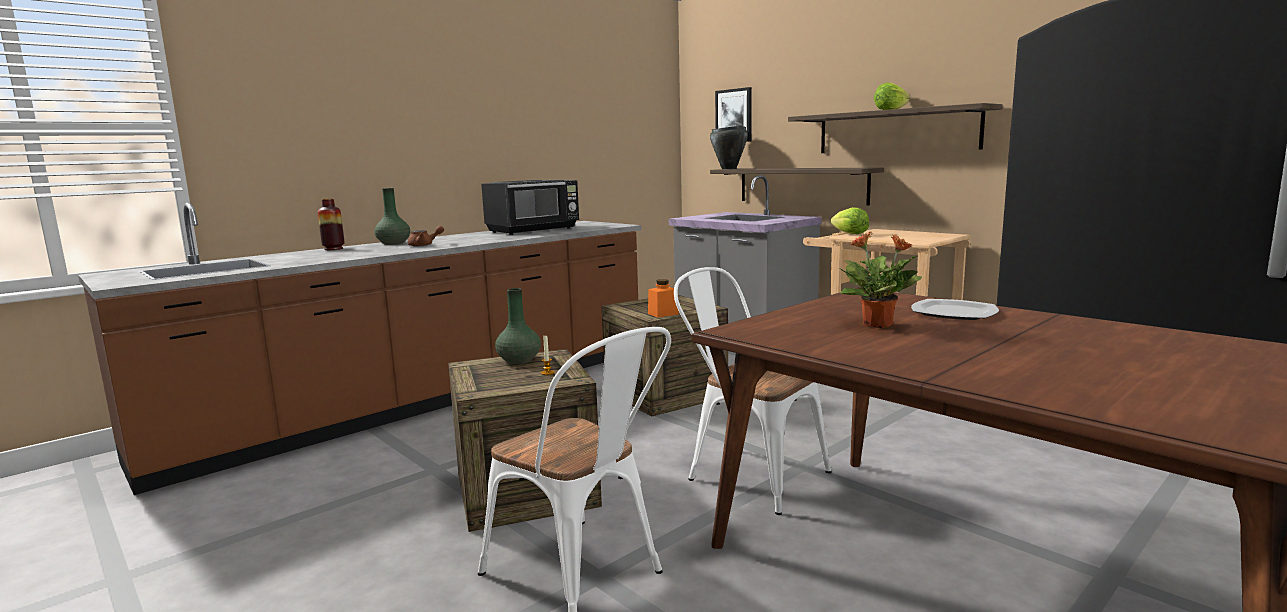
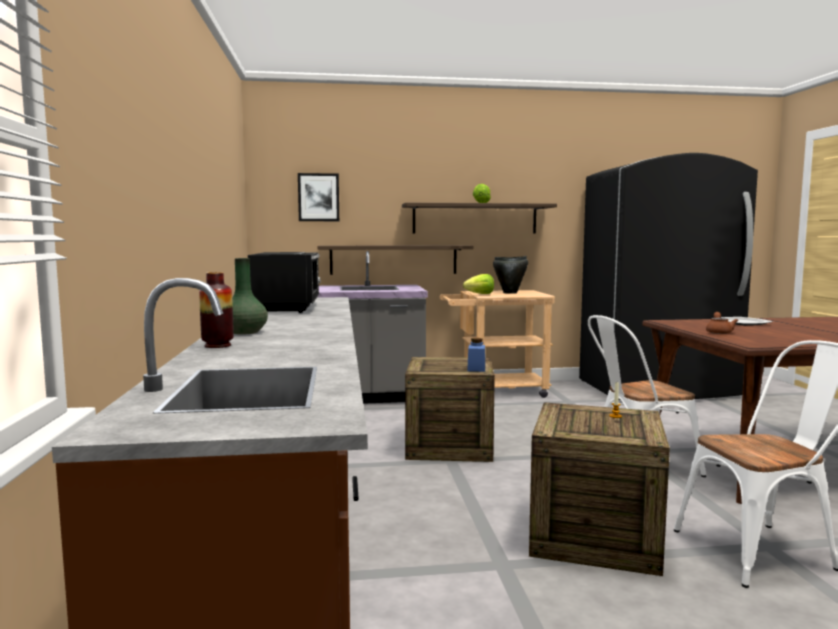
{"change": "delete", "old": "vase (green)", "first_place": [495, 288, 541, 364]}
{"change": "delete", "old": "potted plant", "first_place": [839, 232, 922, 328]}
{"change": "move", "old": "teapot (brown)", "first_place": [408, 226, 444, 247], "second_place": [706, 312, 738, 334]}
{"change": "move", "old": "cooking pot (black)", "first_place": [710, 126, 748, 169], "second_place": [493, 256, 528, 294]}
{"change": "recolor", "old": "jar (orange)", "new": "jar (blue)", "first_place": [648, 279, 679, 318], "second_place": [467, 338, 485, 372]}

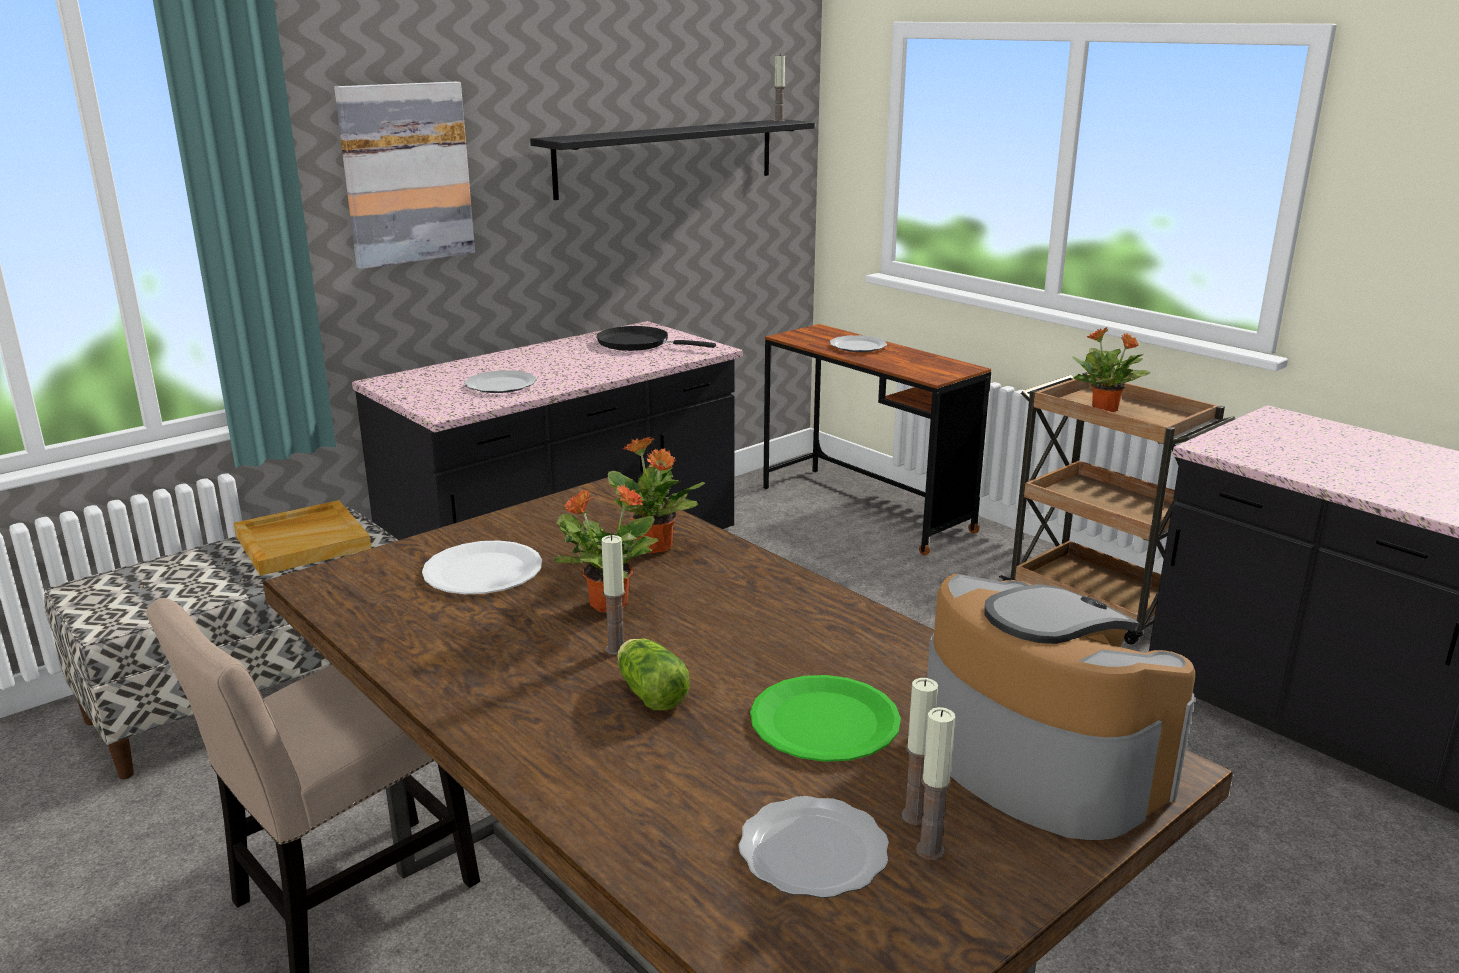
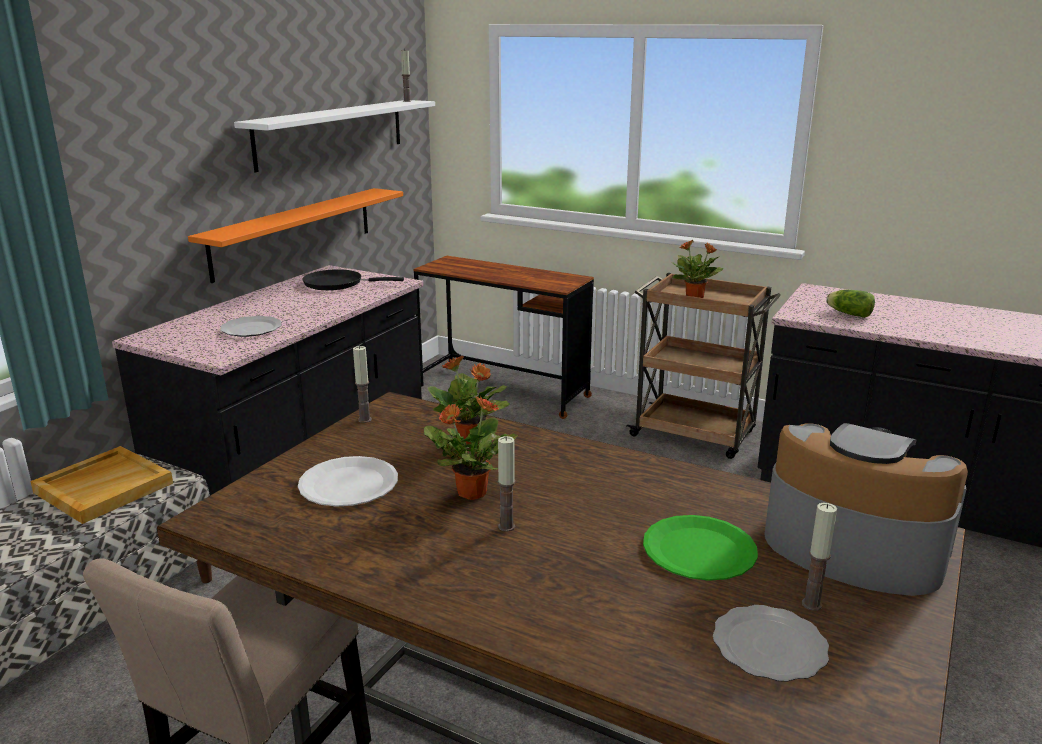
{"change": "delete", "old": "picture", "first_place": [334, 82, 475, 269]}
{"change": "delete", "old": "plate", "first_place": [830, 335, 887, 352]}
{"change": "insert", "new": "shelf (orange)", "second_place": [188, 188, 403, 283]}
{"change": "move", "old": "lettuce", "first_place": [617, 638, 690, 710], "second_place": [826, 290, 875, 318]}
{"change": "move", "old": "candle", "first_place": [916, 707, 955, 860], "second_place": [353, 346, 372, 423]}
{"change": "recolor", "old": "shelf (black)", "new": "shelf (white)", "first_place": [530, 119, 815, 200], "second_place": [234, 100, 435, 172]}

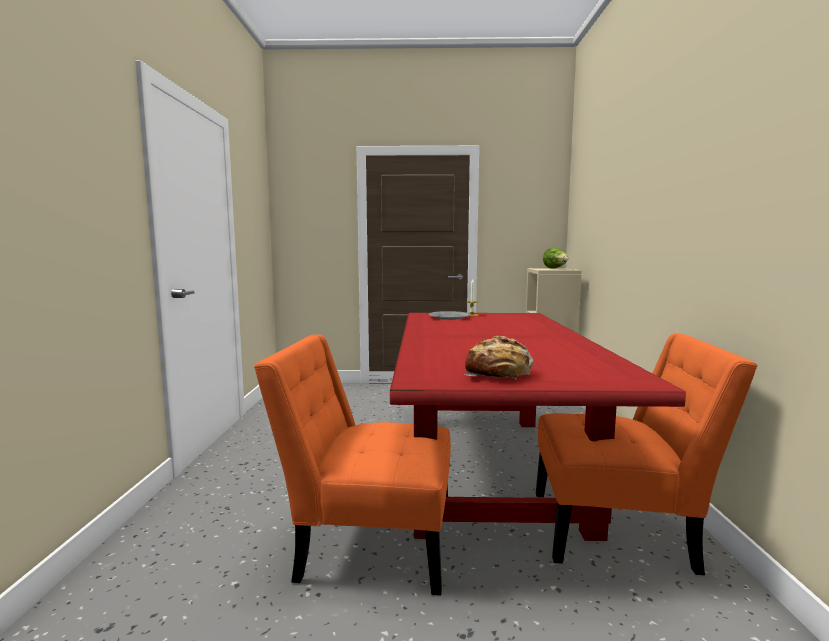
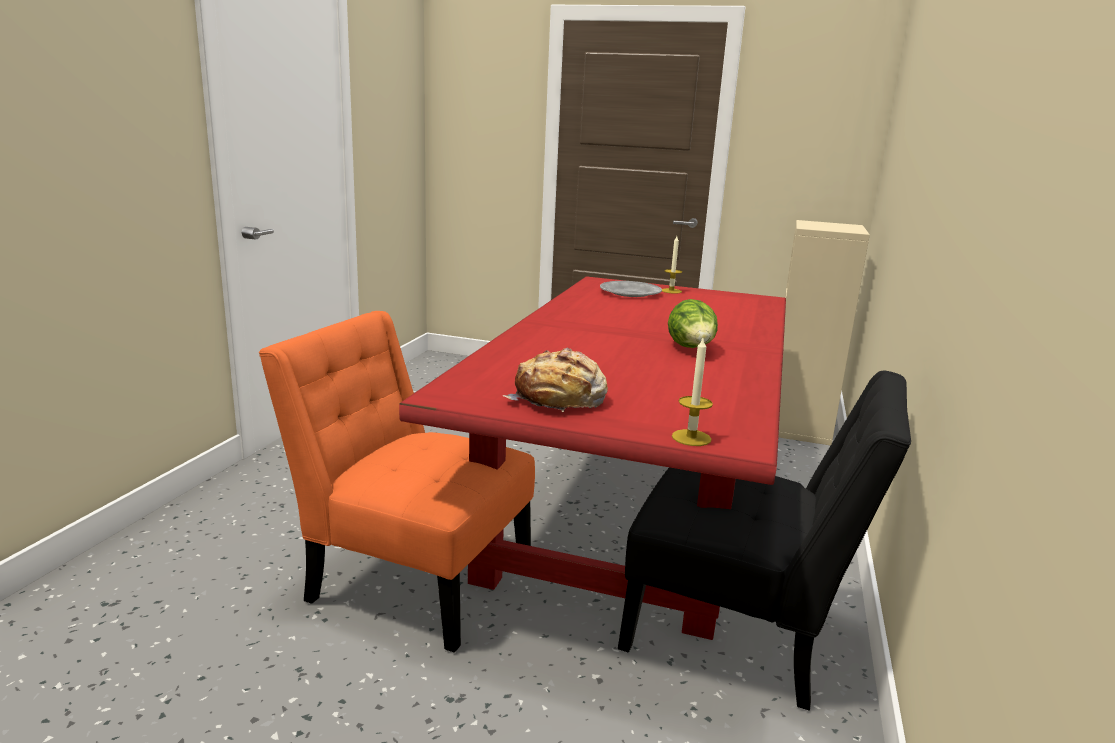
{"change": "insert", "new": "candle", "second_place": [672, 338, 713, 446]}
{"change": "move", "old": "lettuce", "first_place": [543, 248, 568, 269], "second_place": [668, 299, 718, 348]}
{"change": "recolor", "old": "chair (orange)", "new": "chair (black)", "first_place": [536, 333, 758, 575], "second_place": [618, 371, 911, 711]}

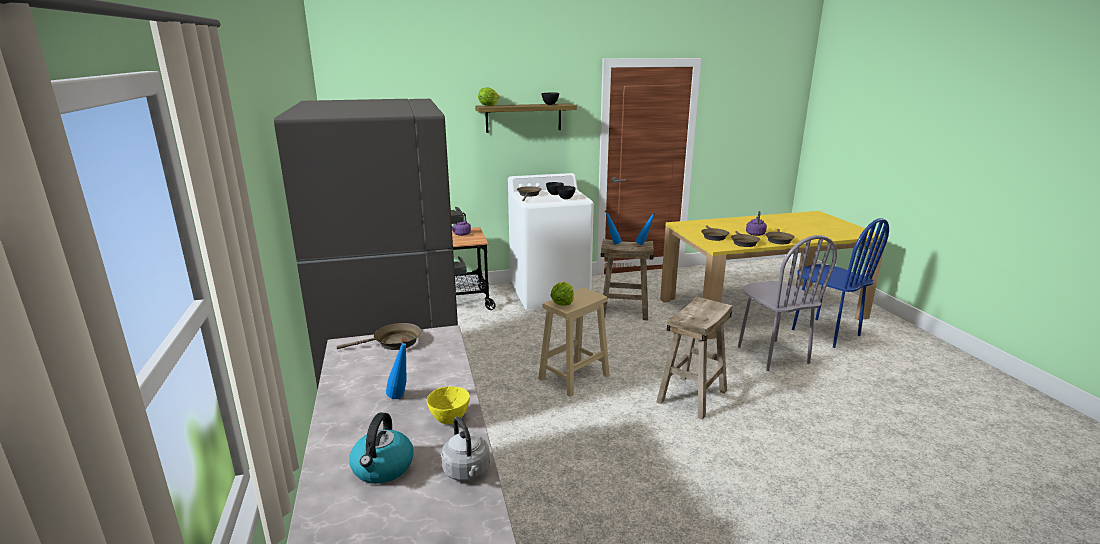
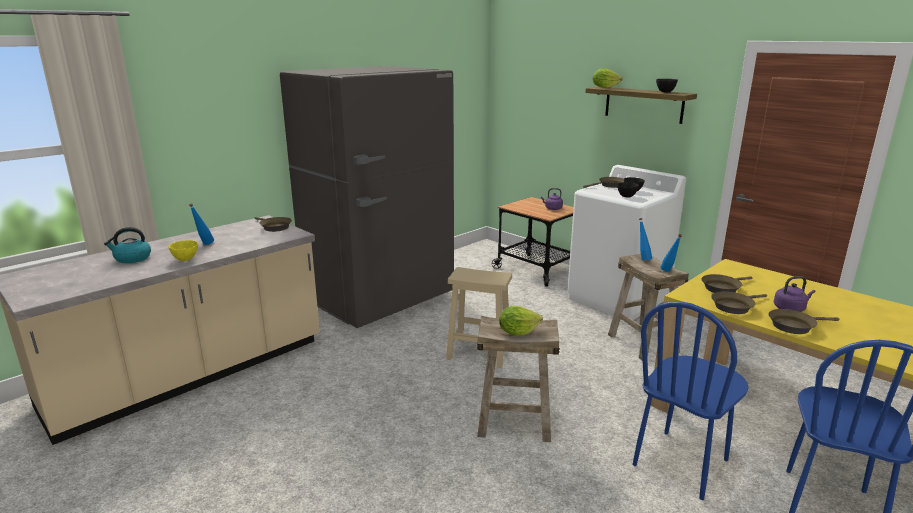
{"change": "delete", "old": "kettle (grey)", "first_place": [441, 416, 490, 481]}
{"change": "move", "old": "lettuce", "first_place": [550, 282, 574, 306], "second_place": [499, 306, 543, 335]}
{"change": "recolor", "old": "chair (grey)", "new": "chair (blue)", "first_place": [738, 235, 837, 371], "second_place": [633, 301, 749, 500]}

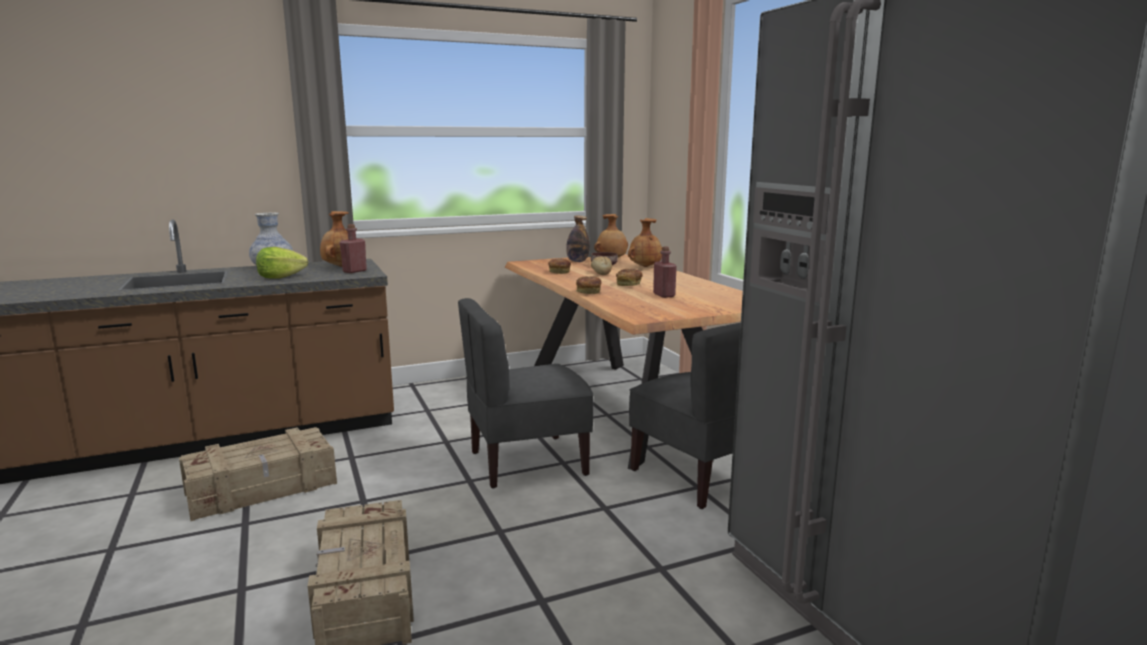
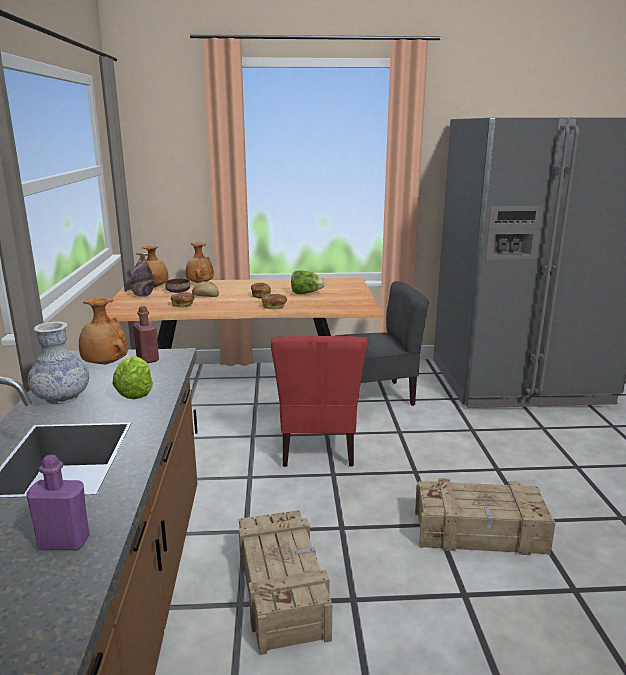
{"change": "insert", "new": "bottle (purple)", "second_place": [26, 455, 90, 550]}
{"change": "replace", "old": "bottle (red)", "new": "lettuce", "first_place": [653, 246, 677, 298], "second_place": [291, 270, 325, 294]}
{"change": "recolor", "old": "chair (grey)", "new": "chair (red)", "first_place": [458, 298, 594, 489], "second_place": [270, 336, 367, 467]}

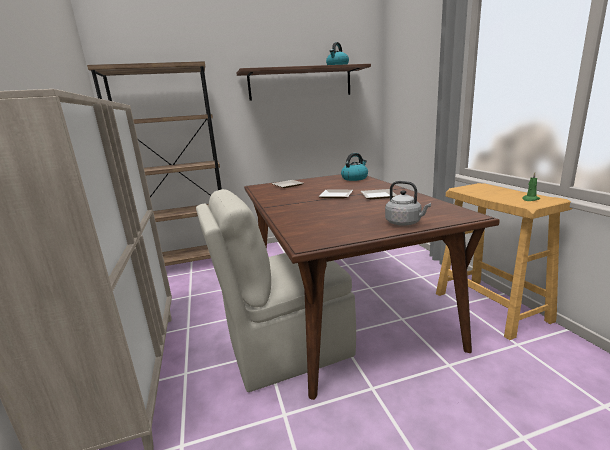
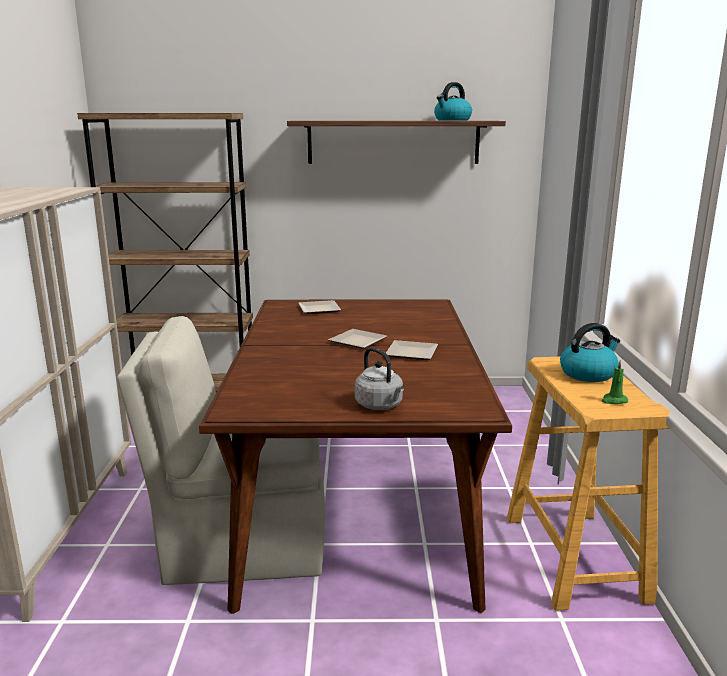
{"change": "move", "old": "kettle", "first_place": [341, 153, 368, 181], "second_place": [560, 323, 620, 382]}

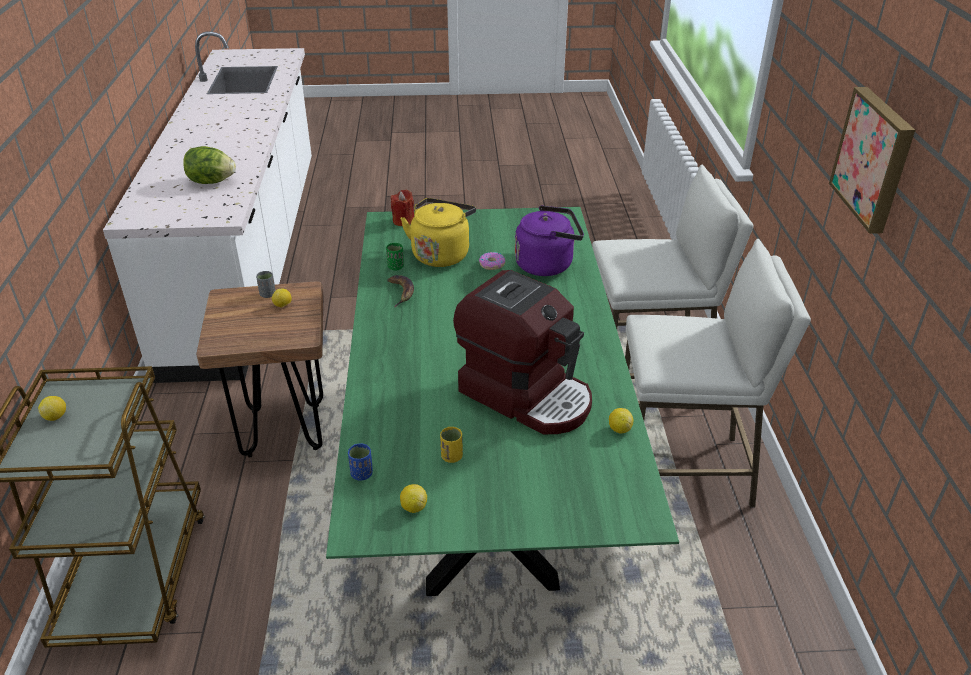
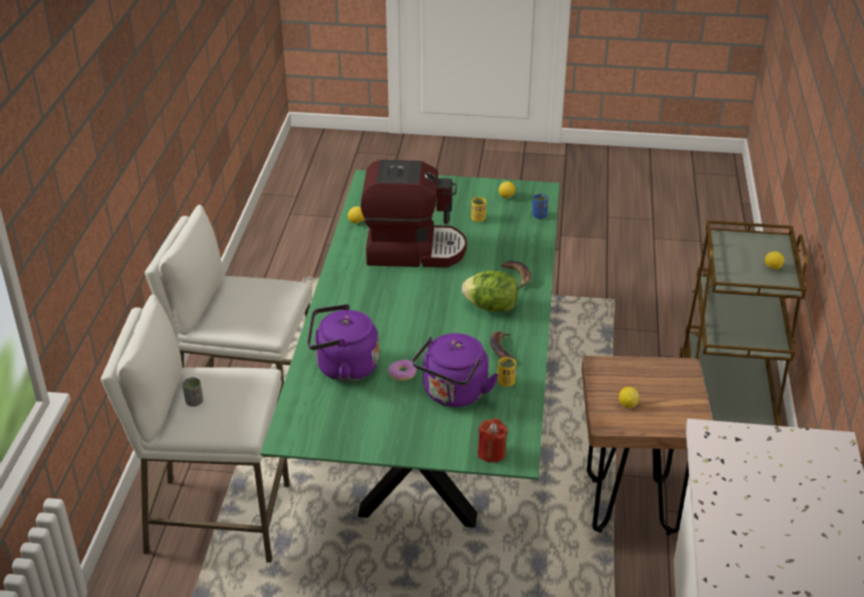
{"change": "delete", "old": "picture", "first_place": [829, 87, 915, 234]}
{"change": "insert", "new": "banana", "second_place": [501, 261, 531, 290]}
{"change": "move", "old": "lettuce", "first_place": [183, 146, 236, 184], "second_place": [462, 271, 518, 312]}
{"change": "move", "old": "cup (grey)", "first_place": [256, 271, 275, 298], "second_place": [182, 377, 203, 407]}
{"change": "recolor", "old": "cup (green)", "new": "cup (yellow)", "first_place": [386, 243, 404, 271], "second_place": [498, 357, 516, 387]}
{"change": "recolor", "old": "kettle (yellow)", "new": "kettle (purple)", "first_place": [400, 198, 476, 267], "second_place": [412, 333, 498, 407]}
{"change": "rotate", "old": "coffee machine", "first_place": [453, 270, 592, 434], "second_place": [361, 160, 467, 268], "degrees": 135}

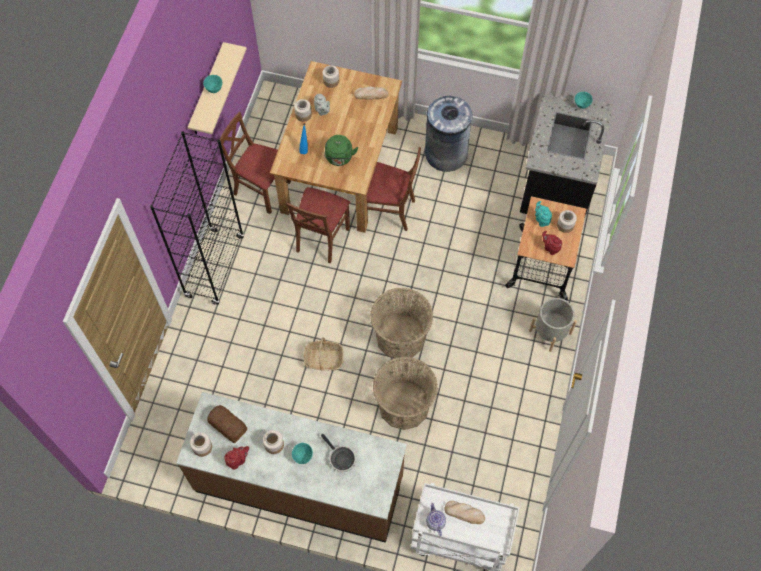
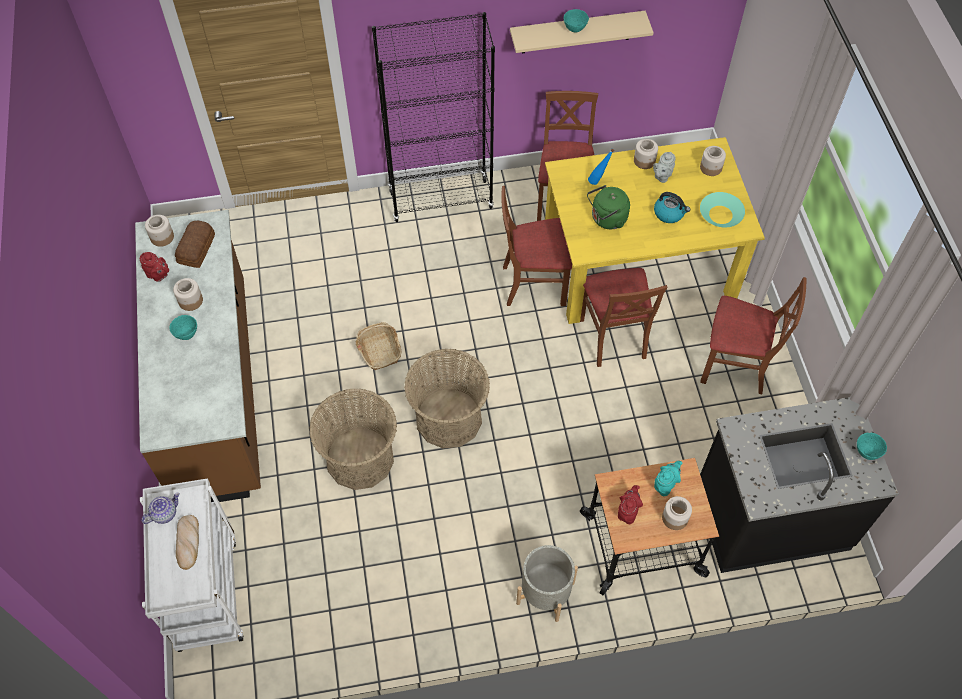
{"change": "delete", "old": "frying pan", "first_place": [321, 434, 356, 472]}
{"change": "insert", "new": "kettle", "second_place": [654, 192, 690, 223]}
{"change": "replace", "old": "bread", "new": "bowl (turquoise)", "first_place": [354, 87, 389, 100], "second_place": [700, 192, 745, 227]}
{"change": "replace", "old": "trash can (grey)", "new": "chair (brown)", "first_place": [425, 95, 472, 172], "second_place": [700, 277, 806, 394]}
{"change": "recolor", "old": "dining table (brown)", "new": "dining table (yellow)", "first_place": [270, 61, 402, 233], "second_place": [545, 137, 765, 324]}

